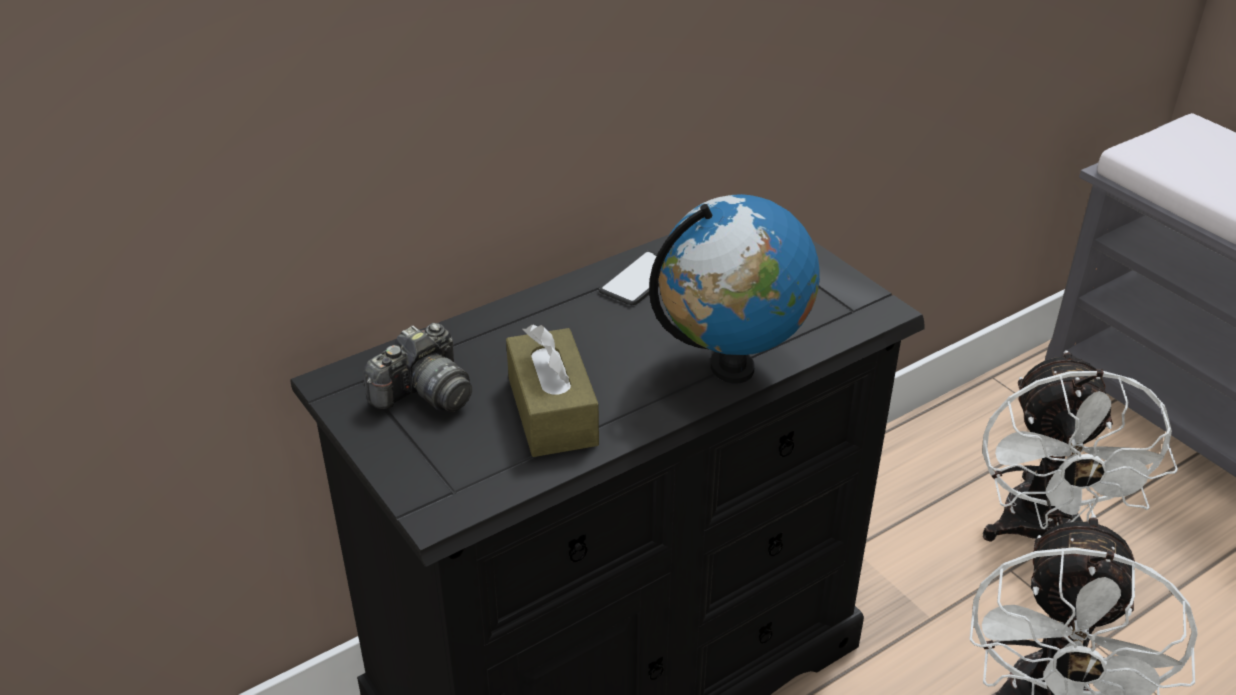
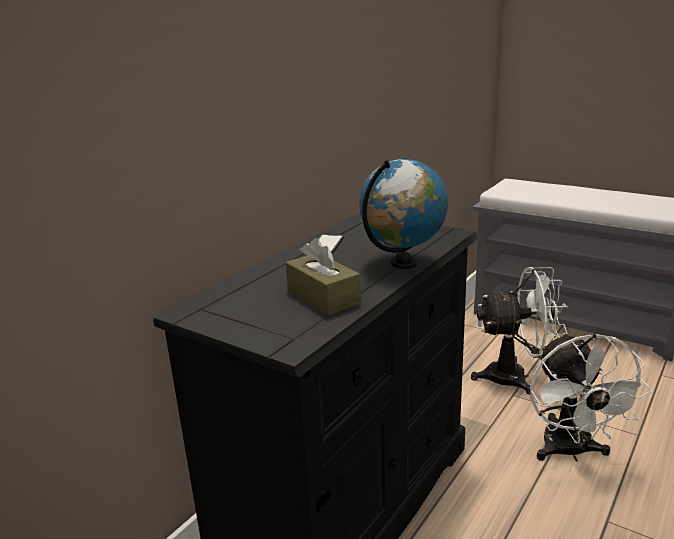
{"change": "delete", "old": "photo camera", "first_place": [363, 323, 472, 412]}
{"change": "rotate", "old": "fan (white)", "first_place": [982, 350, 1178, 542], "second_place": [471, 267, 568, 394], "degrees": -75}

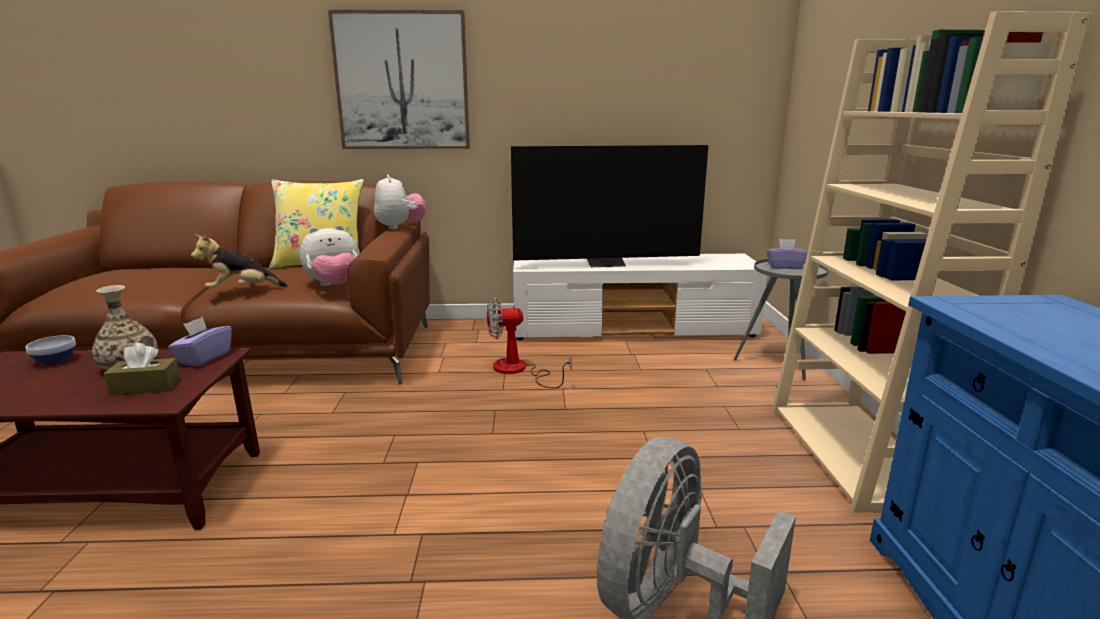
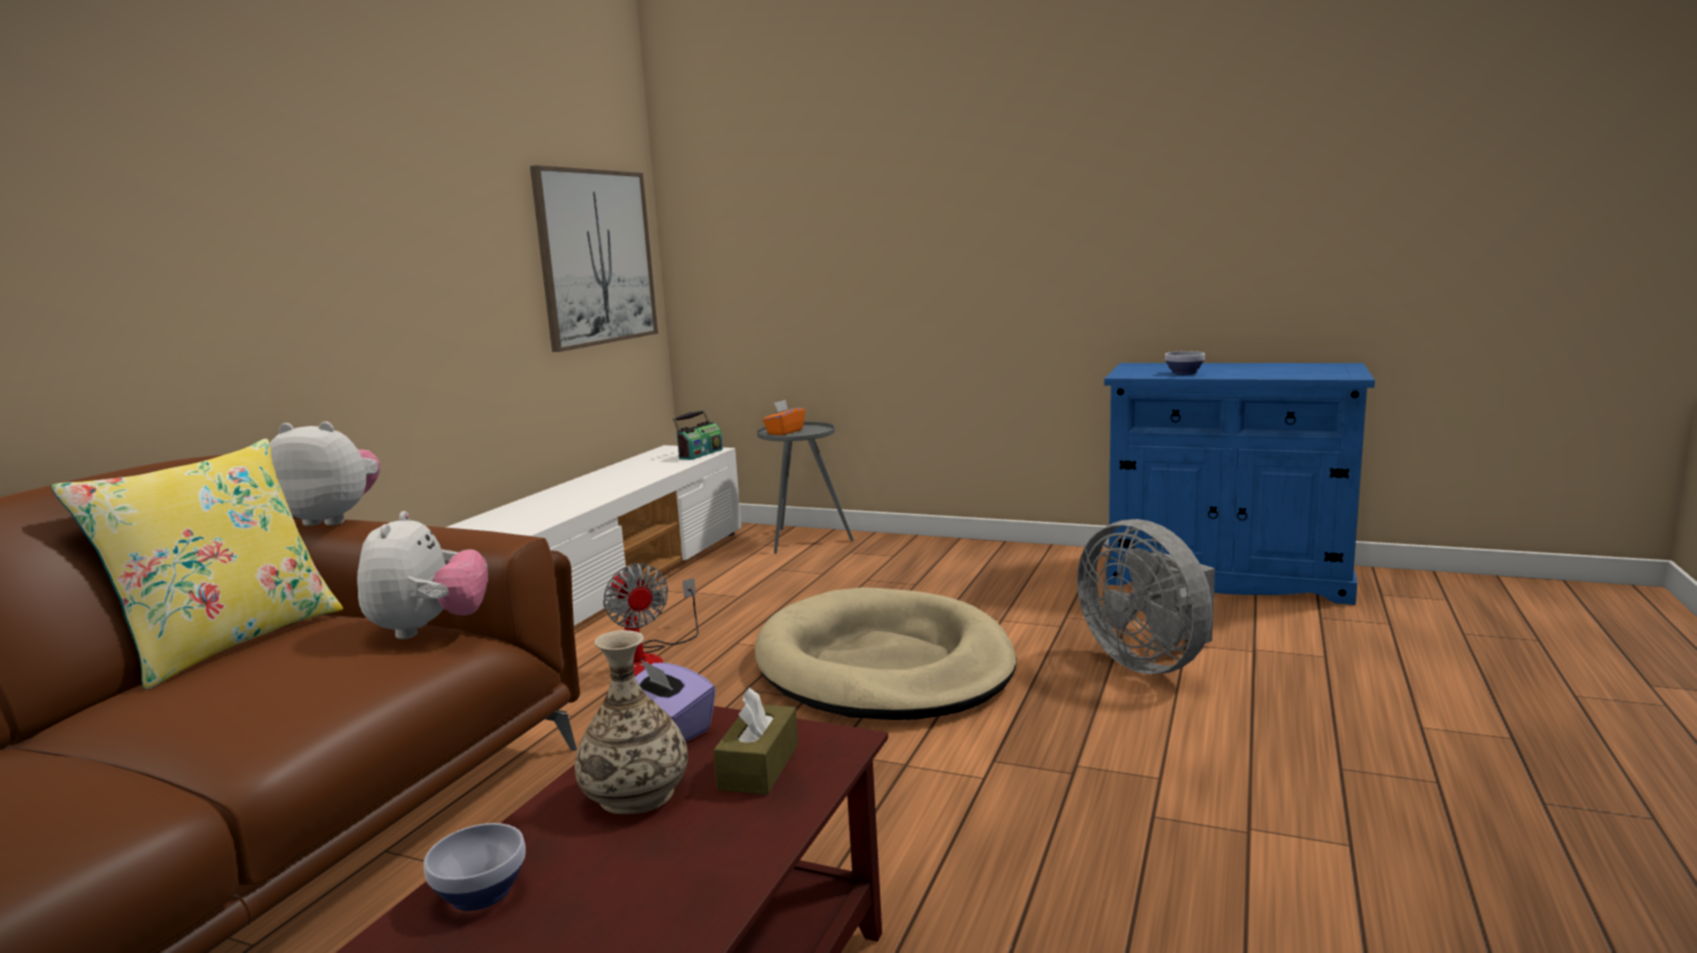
{"change": "delete", "old": "plush toy", "first_place": [191, 234, 288, 288]}
{"change": "delete", "old": "television", "first_place": [511, 145, 708, 267]}
{"change": "delete", "old": "bookcase (beige)", "first_place": [772, 11, 1091, 513]}
{"change": "insert", "new": "radio", "second_place": [673, 410, 723, 460]}
{"change": "insert", "new": "dog bed (beige)", "second_place": [755, 587, 1017, 720]}
{"change": "insert", "new": "bowl", "second_place": [1165, 351, 1205, 375]}
{"change": "move", "old": "picture", "first_place": [328, 10, 470, 149], "second_place": [530, 165, 658, 352]}
{"change": "recolor", "old": "tissue box (purple)", "new": "tissue box (orange)", "first_place": [766, 239, 808, 269], "second_place": [763, 400, 805, 435]}
{"change": "rotate", "old": "fan", "first_place": [487, 298, 572, 388], "second_place": [603, 563, 699, 676], "degrees": -45}

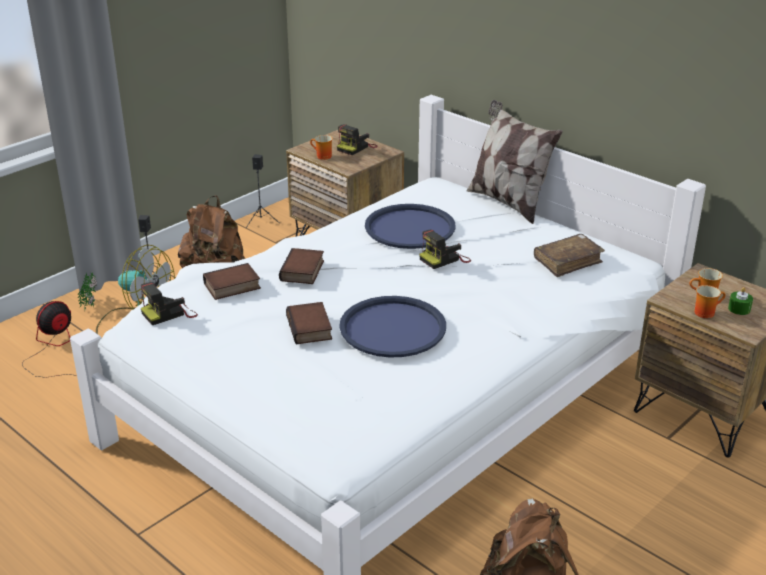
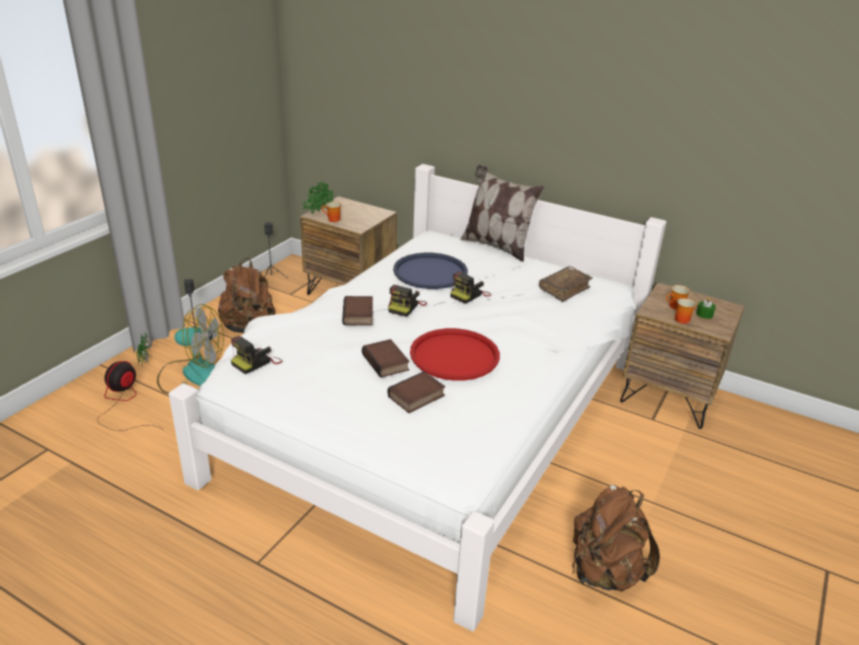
{"change": "insert", "new": "potted plant", "second_place": [302, 182, 334, 214]}
{"change": "move", "old": "book", "first_place": [203, 263, 261, 300], "second_place": [388, 371, 445, 413]}
{"change": "move", "old": "photo camera", "first_place": [337, 124, 378, 155], "second_place": [388, 285, 427, 317]}
{"change": "recolor", "old": "tray (blue)", "new": "tray (red)", "first_place": [339, 296, 446, 358], "second_place": [410, 328, 500, 381]}

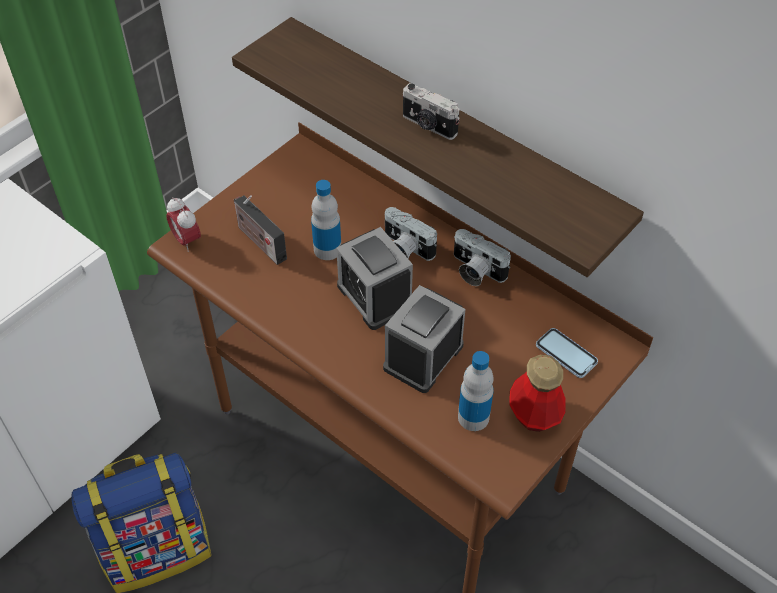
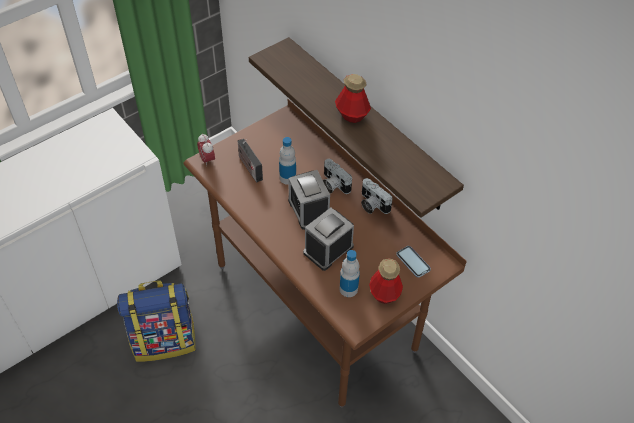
{"change": "replace", "old": "photo camera", "new": "bottle", "first_place": [403, 83, 460, 140], "second_place": [335, 74, 371, 123]}

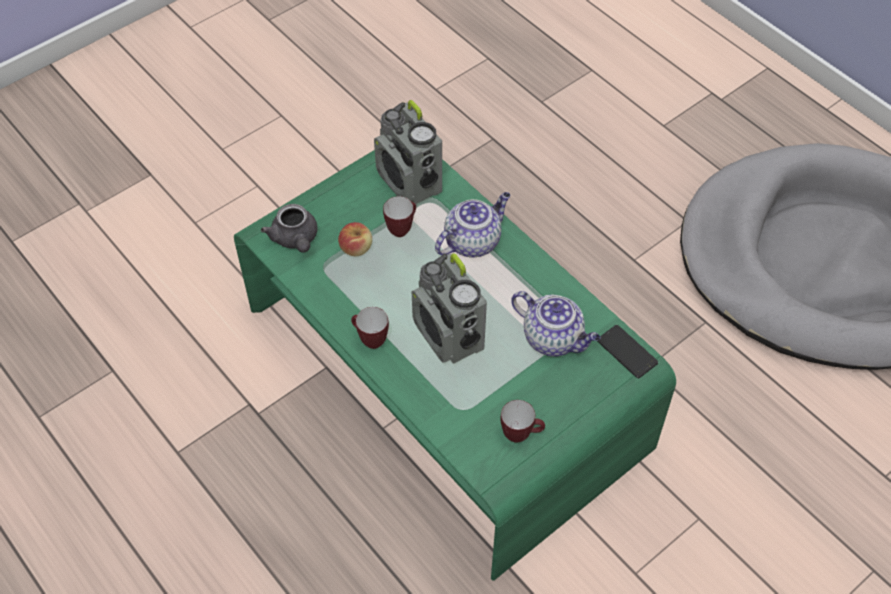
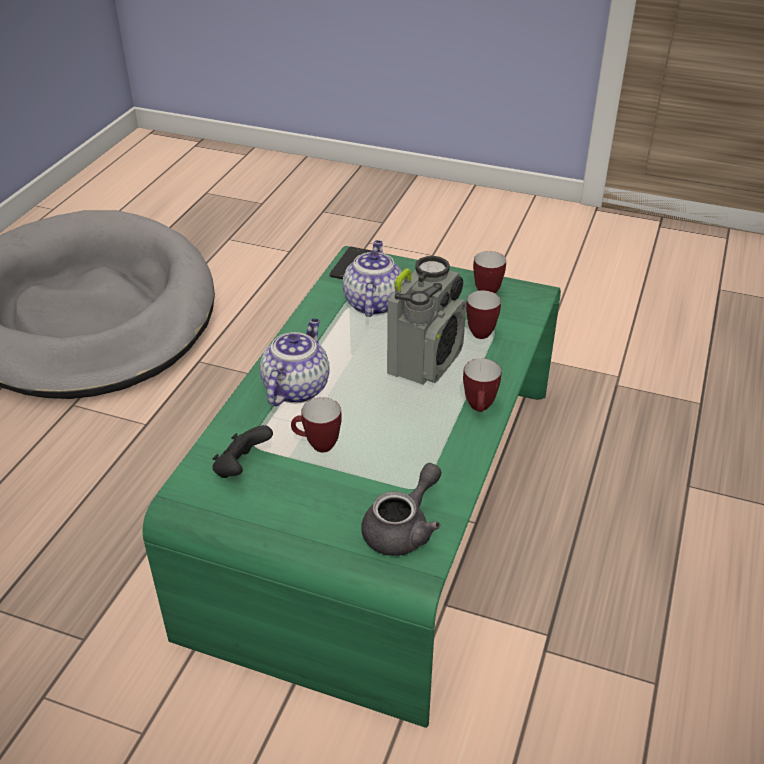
{"change": "delete", "old": "apple", "first_place": [338, 222, 372, 256]}
{"change": "insert", "new": "mug", "second_place": [466, 290, 501, 339]}
{"change": "replace", "old": "radio", "new": "game controller (black)", "first_place": [374, 100, 442, 204], "second_place": [213, 425, 273, 478]}
{"change": "rotate", "old": "teapot", "first_place": [435, 192, 510, 258], "second_place": [260, 318, 329, 406], "degrees": 90}

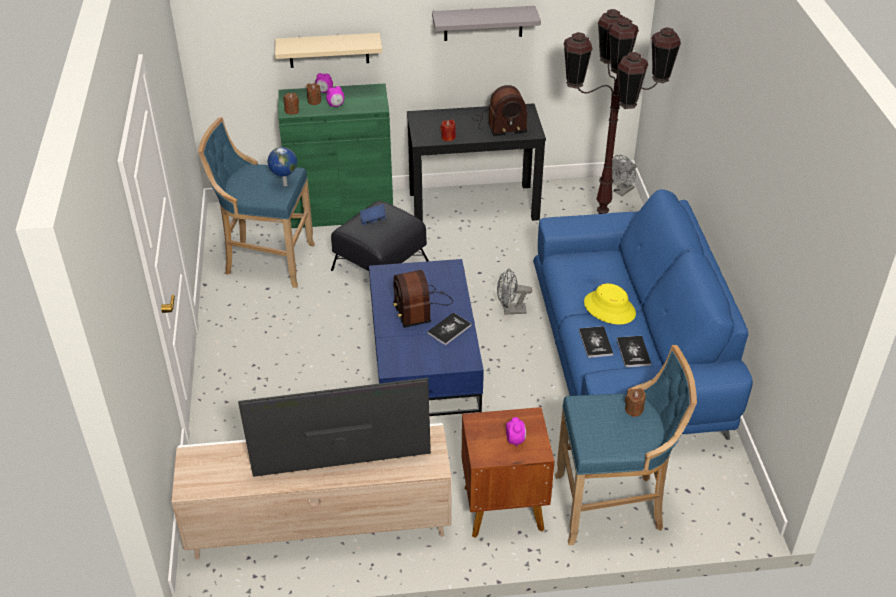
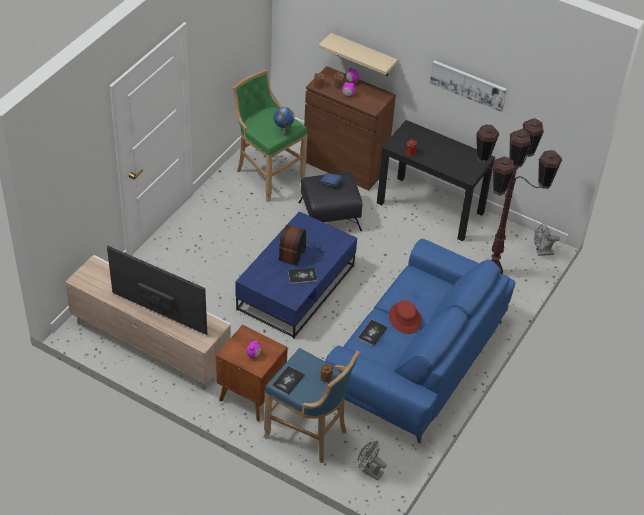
{"change": "delete", "old": "radio", "first_place": [472, 85, 528, 136]}
{"change": "move", "old": "fan (grey)", "first_place": [497, 269, 532, 315], "second_place": [357, 441, 387, 481]}
{"change": "move", "old": "book", "first_place": [617, 336, 651, 367], "second_place": [272, 366, 305, 395]}
{"change": "replace", "old": "shelf (grey)", "new": "picture", "first_place": [432, 6, 541, 41], "second_place": [430, 60, 507, 112]}
{"change": "recolor", "old": "stool (blue)", "new": "stool (green)", "first_place": [198, 117, 315, 288], "second_place": [233, 70, 308, 202]}
{"change": "recolor", "old": "cabinet (green)", "new": "cabinet (brown)", "first_place": [278, 83, 393, 228], "second_place": [304, 66, 396, 191]}
{"change": "recolor", "old": "hat (yellow)", "new": "hat (red)", "first_place": [584, 283, 636, 325], "second_place": [389, 300, 422, 334]}

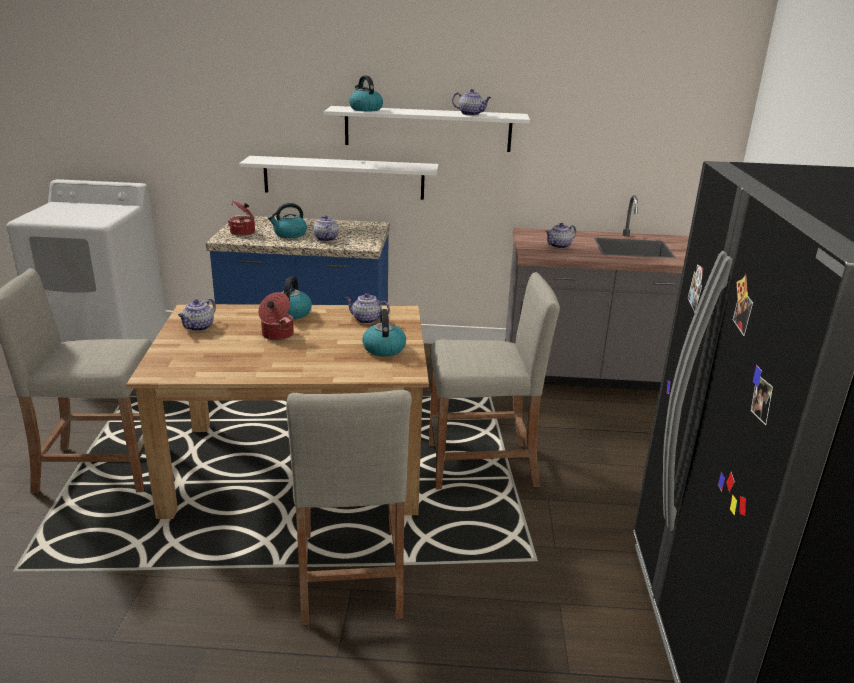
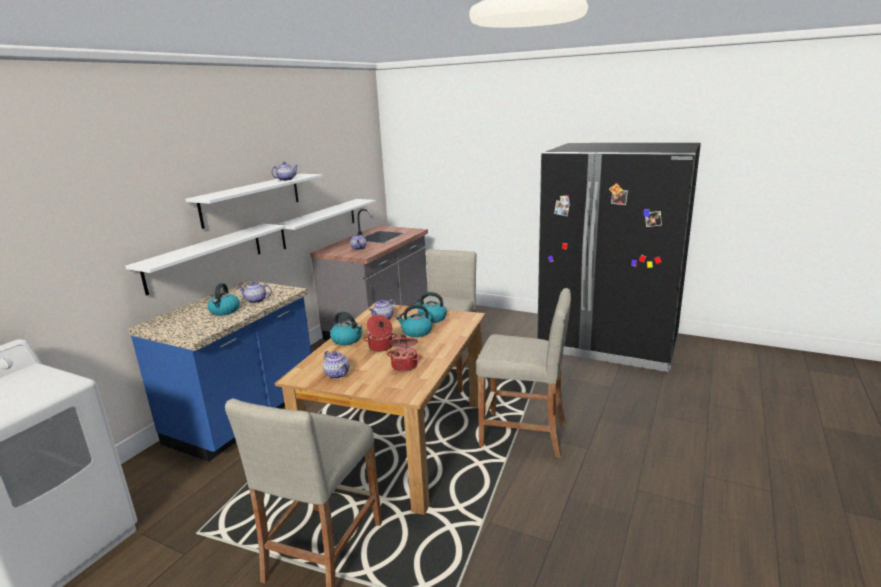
{"change": "insert", "new": "shelf (white)", "second_place": [275, 199, 376, 249]}
{"change": "move", "old": "cooking pot", "first_place": [228, 200, 255, 236], "second_place": [387, 335, 421, 371]}
{"change": "move", "old": "kettle", "first_place": [349, 75, 383, 111], "second_place": [396, 304, 432, 337]}

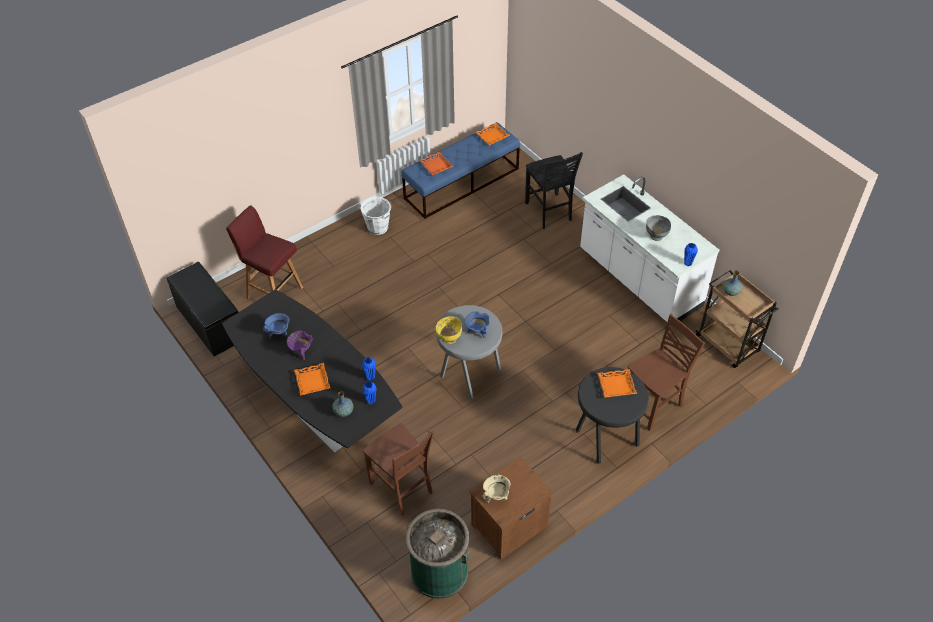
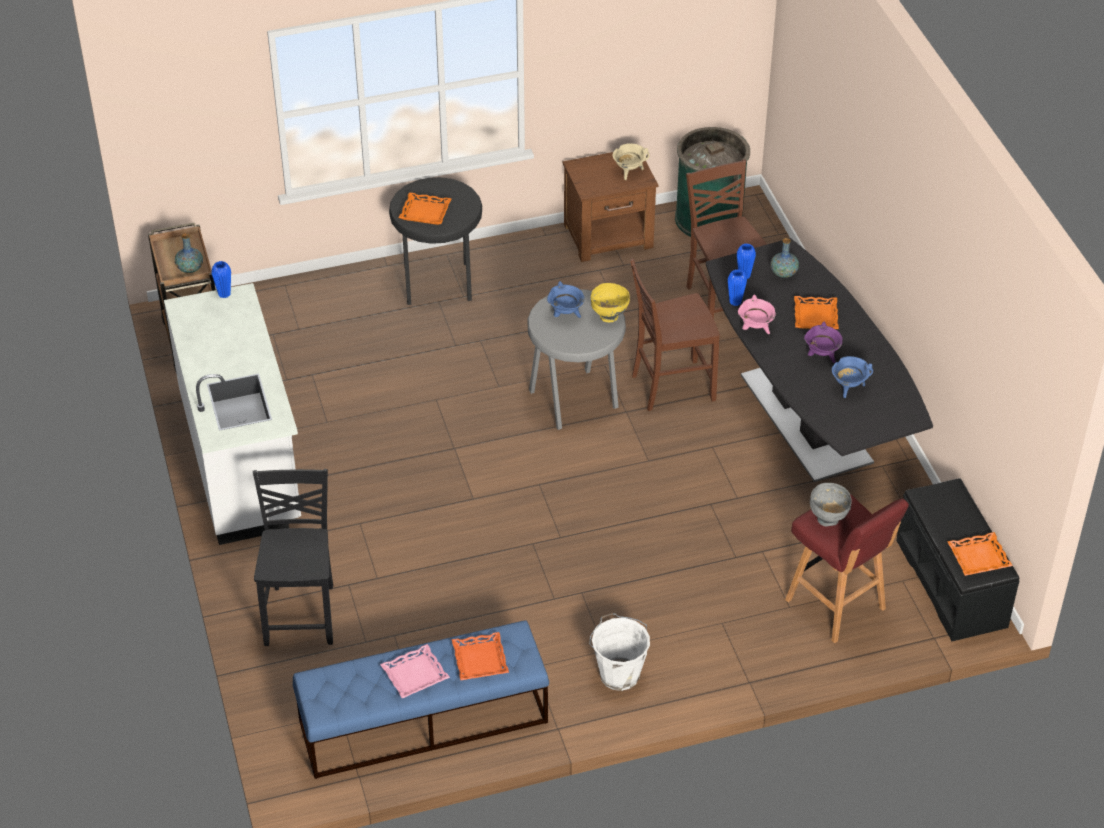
{"change": "insert", "new": "tray (pink)", "second_place": [380, 644, 450, 698]}
{"change": "insert", "new": "cooking pot (pink)", "second_place": [738, 295, 776, 334]}
{"change": "move", "old": "tray (orange)", "first_place": [475, 123, 510, 145], "second_place": [947, 532, 1013, 576]}
{"change": "move", "old": "chair (brown)", "first_place": [628, 314, 705, 431], "second_place": [630, 258, 720, 411]}
{"change": "move", "old": "bowl (grey)", "first_place": [646, 215, 671, 241], "second_place": [810, 483, 852, 526]}

